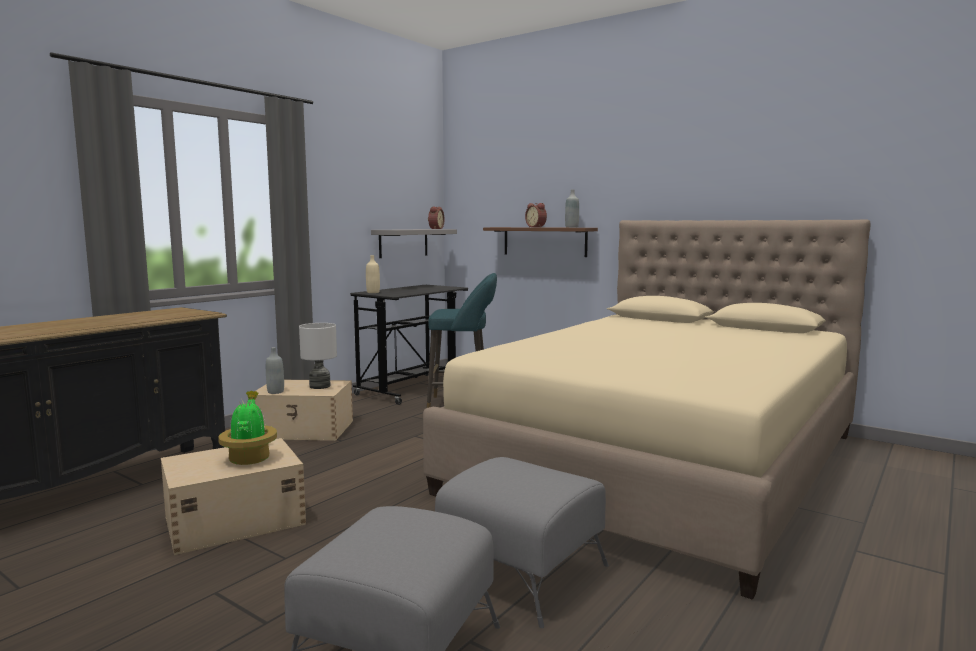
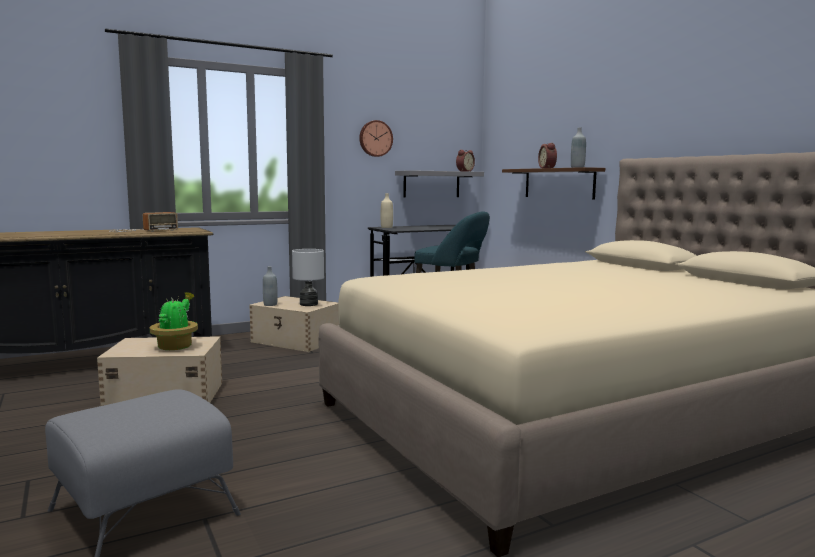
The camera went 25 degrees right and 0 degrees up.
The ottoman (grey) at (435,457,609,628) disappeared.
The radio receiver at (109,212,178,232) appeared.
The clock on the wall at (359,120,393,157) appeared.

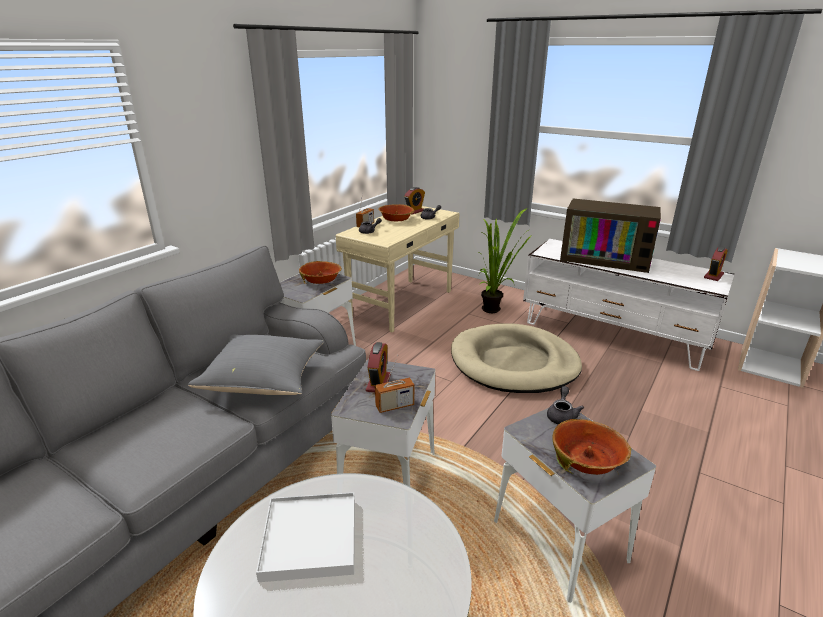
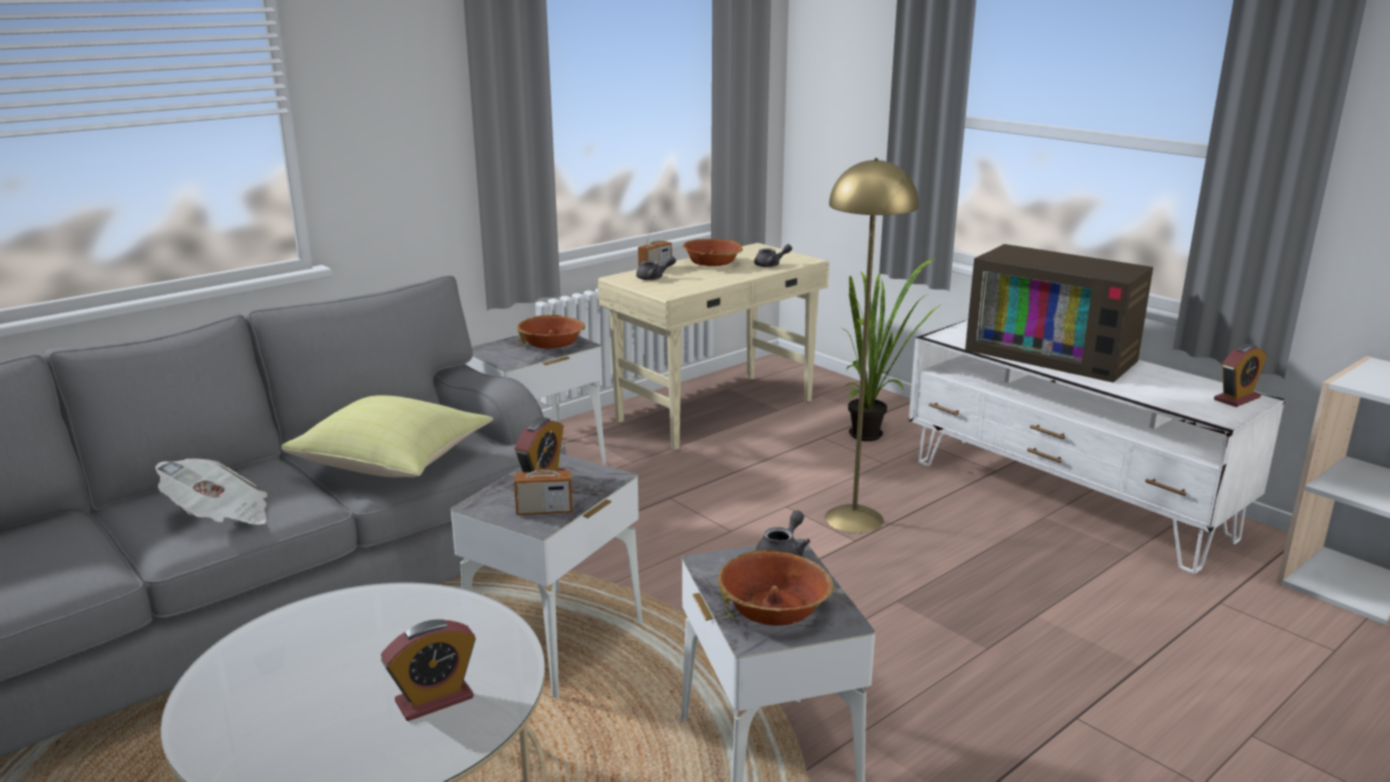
The camera went 15 degrees right and 5 degrees down.
The tray (white) at (256,492,355,582) disappeared.
The printed paper at (155,459,268,525) appeared.
The bedside clock moved from (404,187,425,214) to (381,619,476,721).
The dog bed (beige-coloured) at (451,324,582,393) was replaced by the standard lamp (yellow-coloured) at (825,158,919,533).
The pillow (grey) at (188,335,324,395) became the pillow (yellow-coloured) at (281,395,493,478).

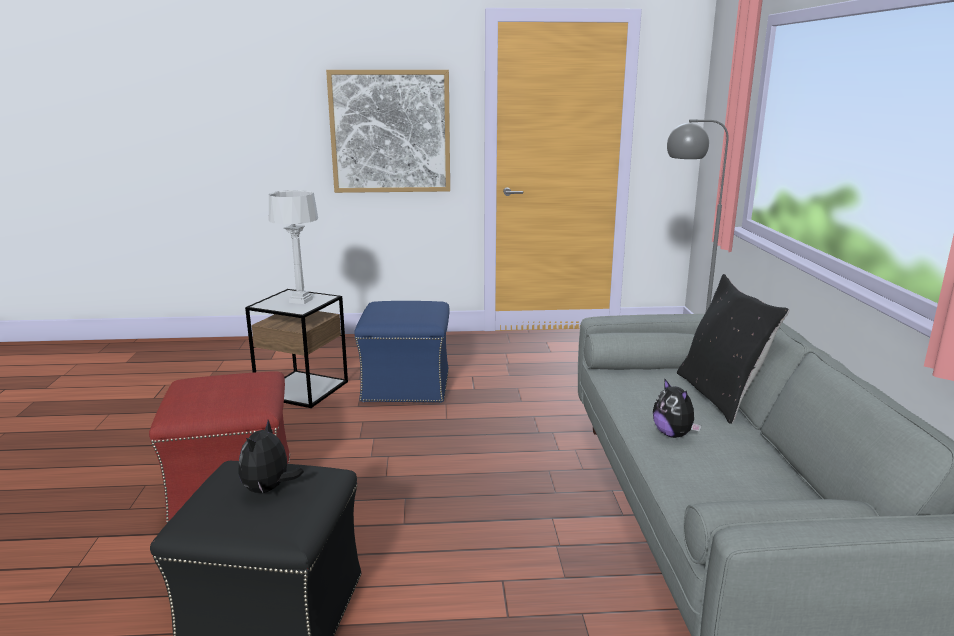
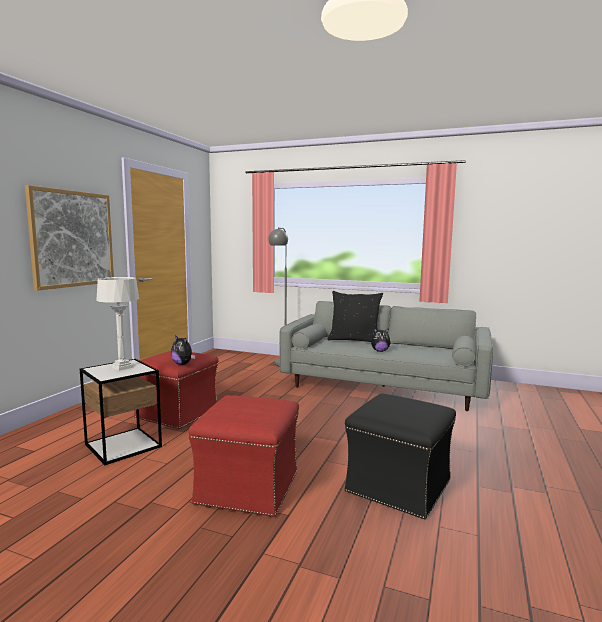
The camera went 65 degrees left and 10 degrees down.
The plush toy moved from (238,420,304,493) to (171,335,196,365).
The ottoman (blue-coloured) at (354,301,450,403) became the ottoman (red-coloured) at (134,351,218,430).

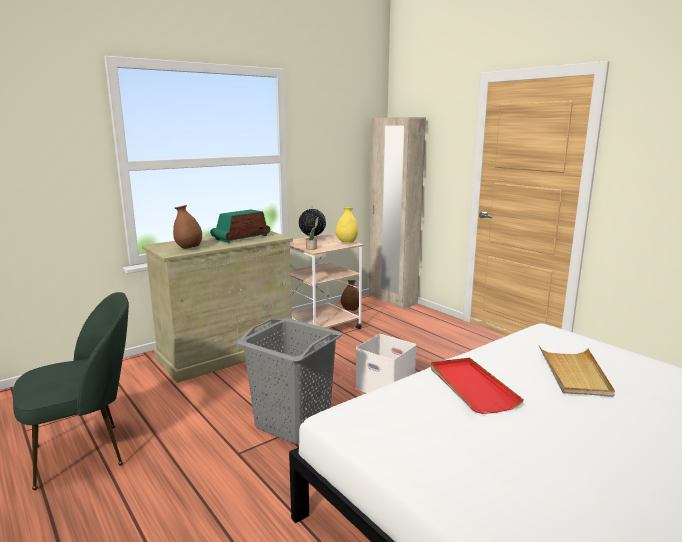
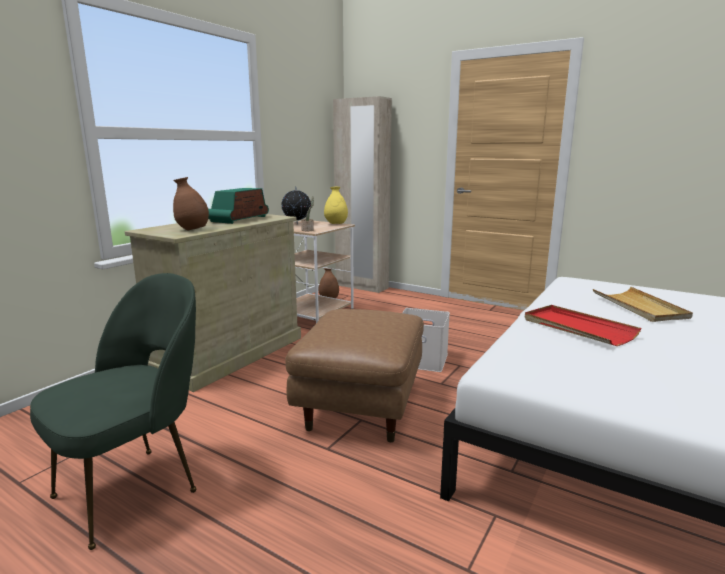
The camera went 20 degrees left and 0 degrees up.
The laundry basket (grey) at (236,318,342,444) was replaced by the ottoman (brown) at (285,309,424,443).

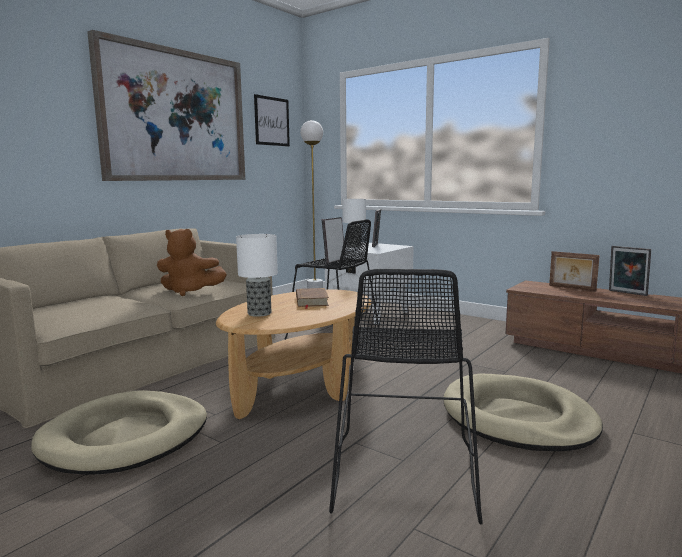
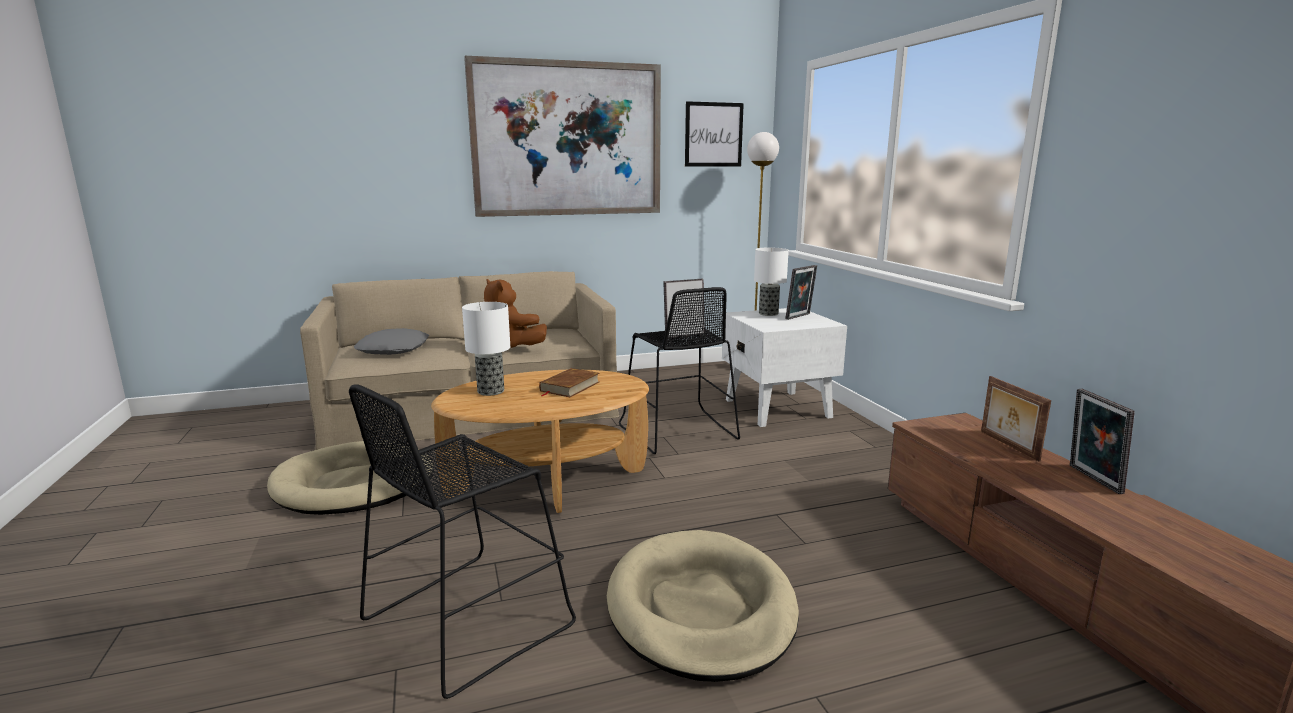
The camera went 35 degrees right and 5 degrees up.
The pillow (grey) at (354,328,429,355) appeared.

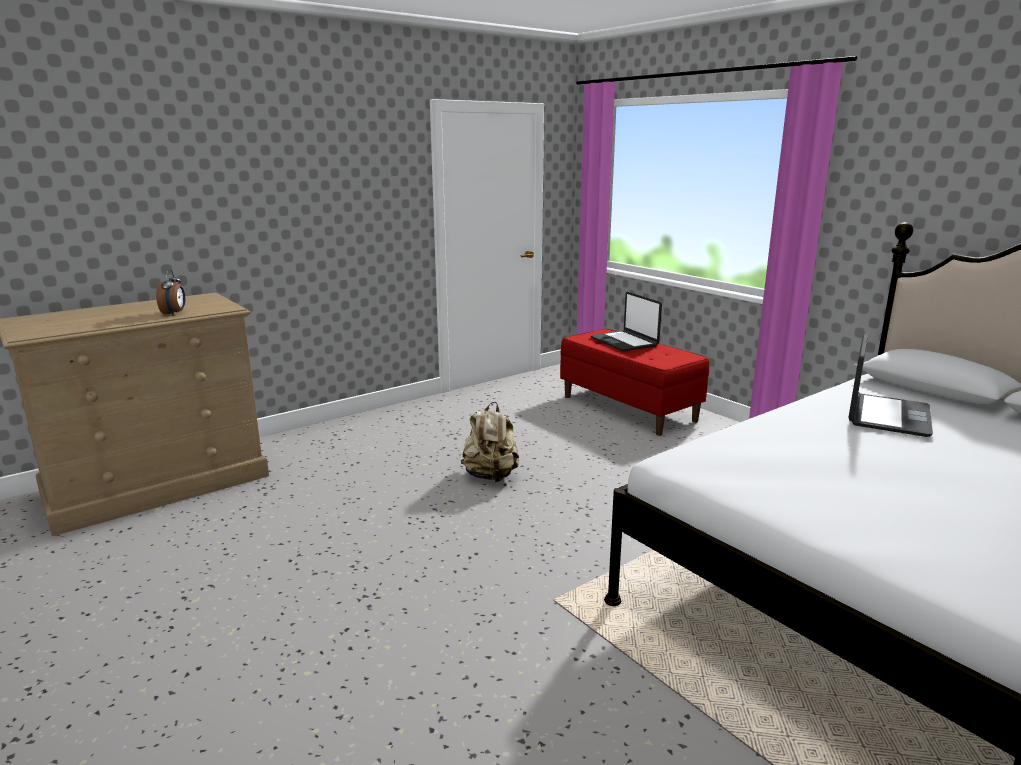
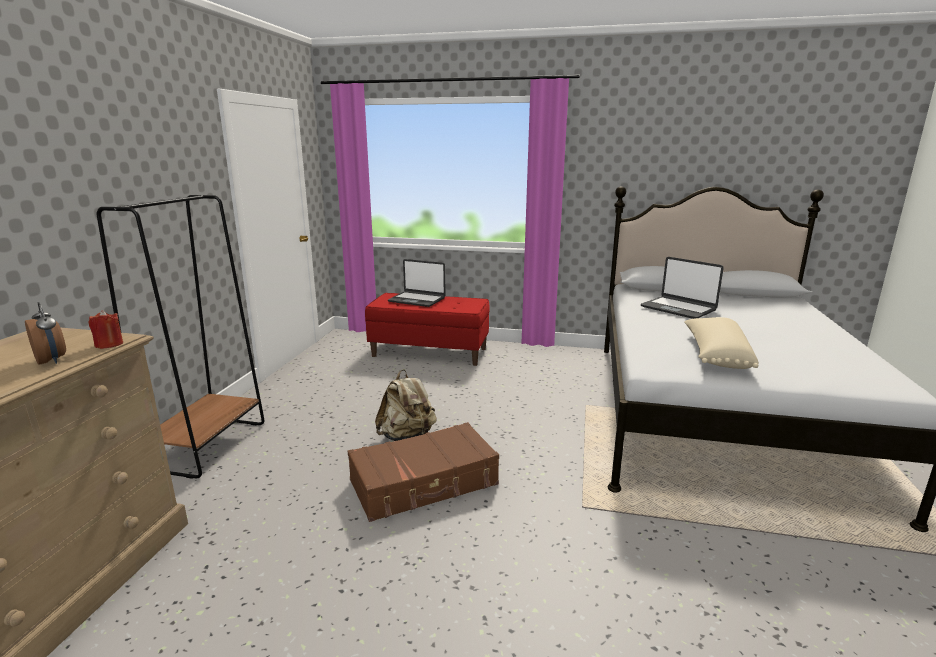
The camera went 40 degrees left and 0 degrees up.
The candle (red-coloured) at (88,310,123,349) appeared.
The clothes rack at (97,195,264,479) appeared.
The travel case (brown) at (348,422,499,522) appeared.
The pillow (beige-coloured) at (684,317,759,369) appeared.
The laptop at (848,334,933,437) turned 150 degrees clockwise.

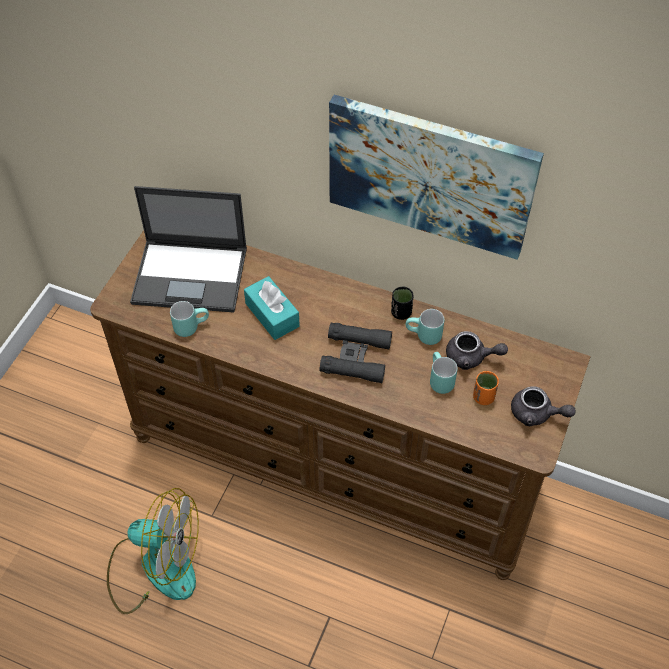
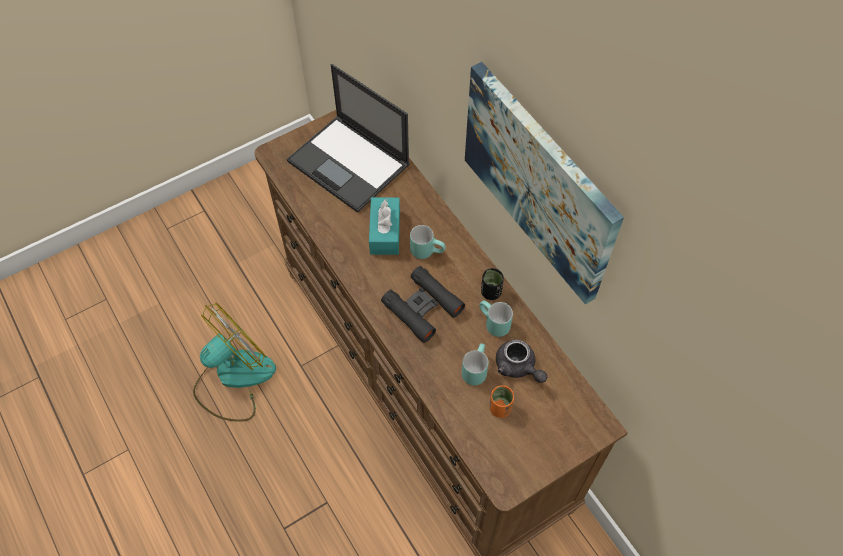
The camera went 35 degrees right and 5 degrees up.
The tea pot (grey) at (511,386,576,426) disappeared.
The tea mug (blue-green) moved from (170,301,209,337) to (410,225,446,259).
The cooling fan at (107,488,199,614) turned 90 degrees counterclockwise.

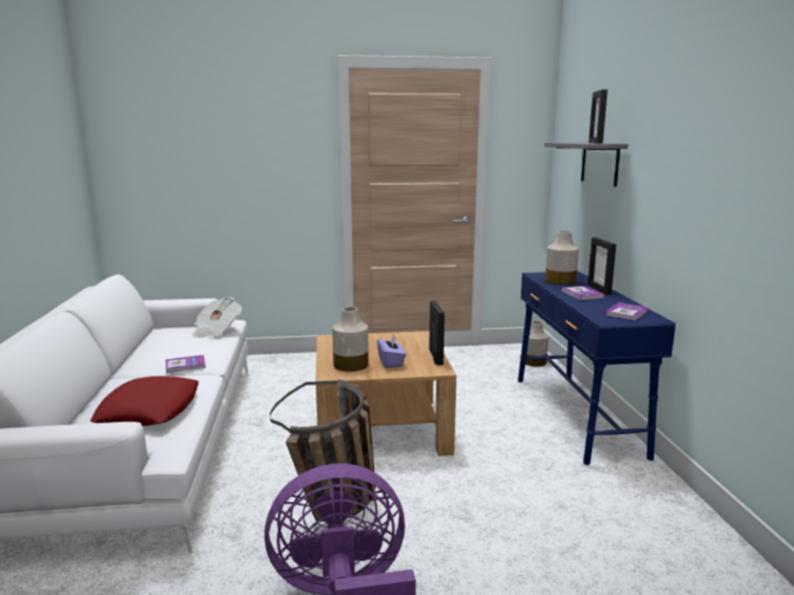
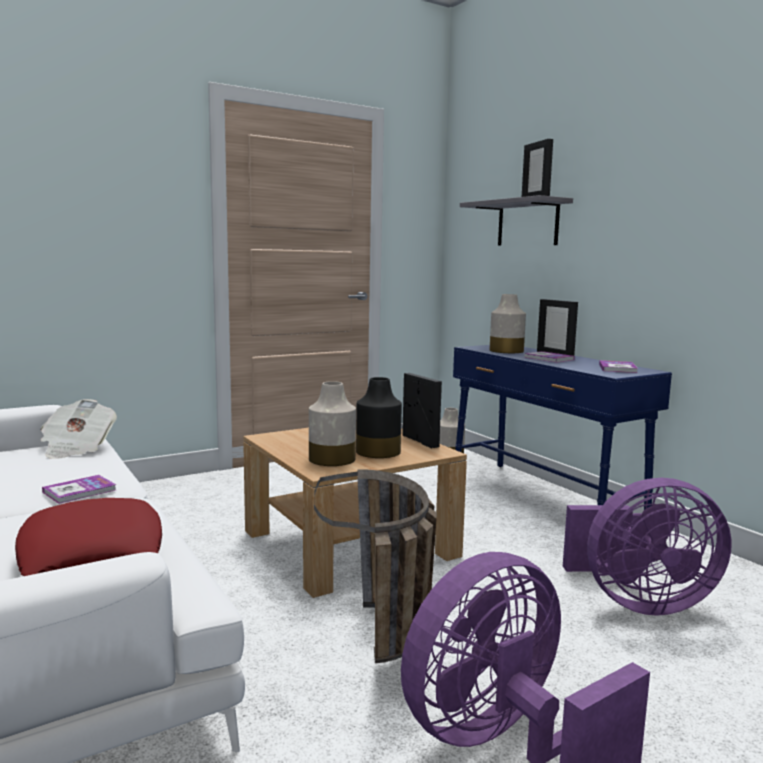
The camera went 25 degrees left and 5 degrees down.
The cooling fan (purple) at (563,478,732,616) appeared.
The tissue holder (purple) at (377,334,406,368) was replaced by the flower vase (blackish) at (356,377,402,458).

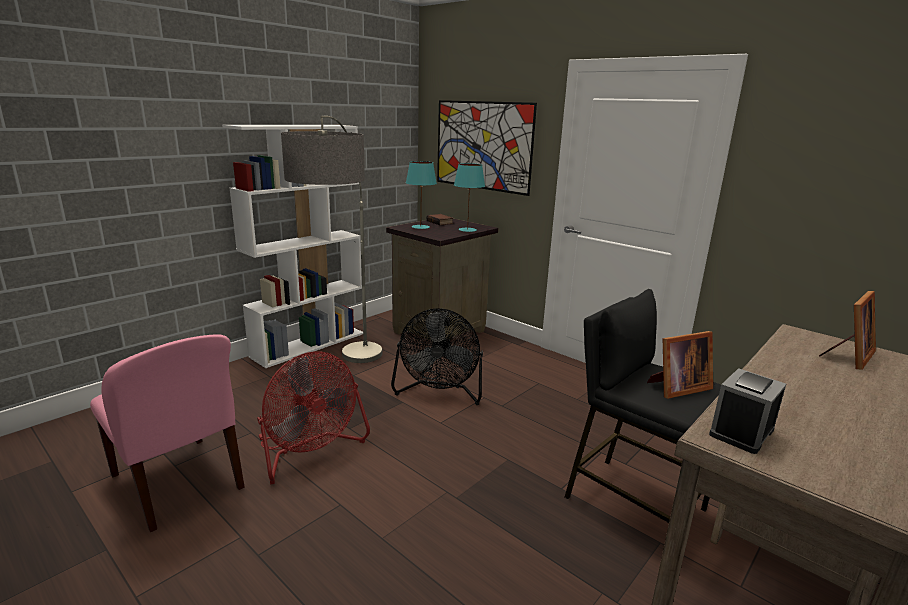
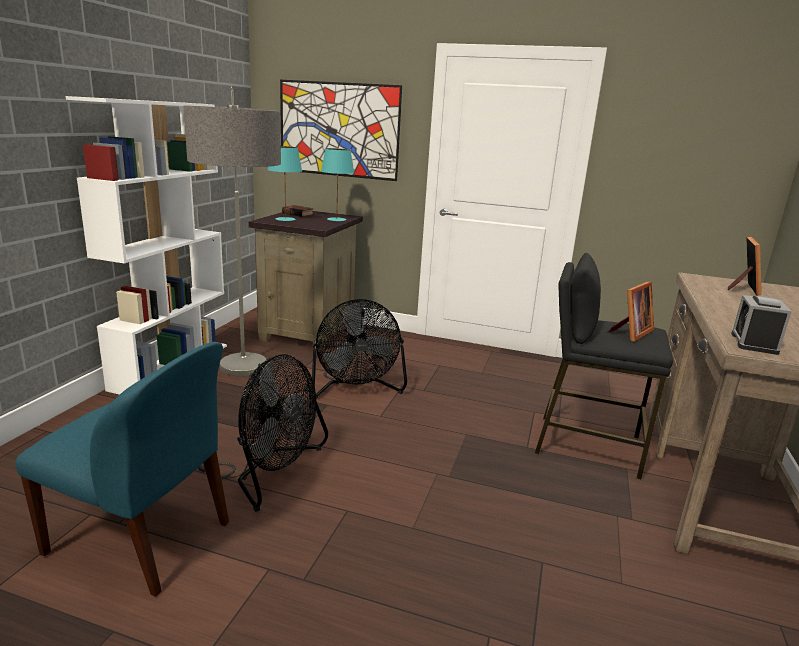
The camera went 25 degrees left and 0 degrees up.
The chair (pink-coloured) at (90,334,245,532) became the chair (blue-coloured) at (15,342,229,597).
The cooling fan (red-coloured) at (257,351,370,484) became the cooling fan (blackish) at (198,354,328,512).

